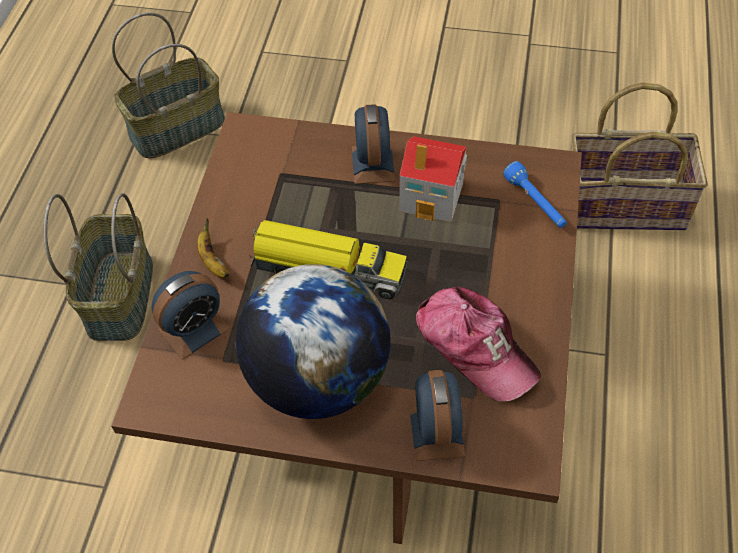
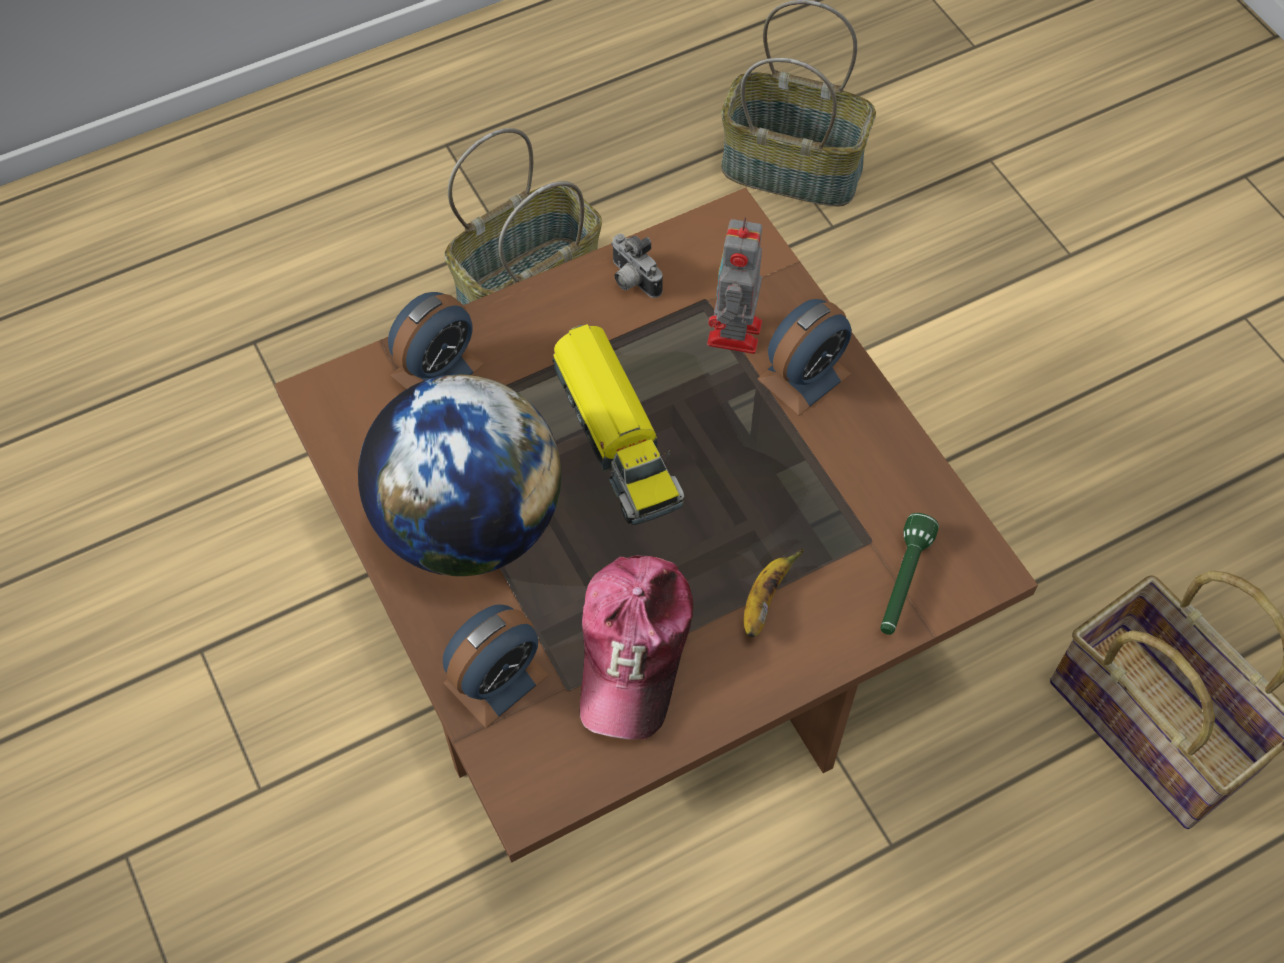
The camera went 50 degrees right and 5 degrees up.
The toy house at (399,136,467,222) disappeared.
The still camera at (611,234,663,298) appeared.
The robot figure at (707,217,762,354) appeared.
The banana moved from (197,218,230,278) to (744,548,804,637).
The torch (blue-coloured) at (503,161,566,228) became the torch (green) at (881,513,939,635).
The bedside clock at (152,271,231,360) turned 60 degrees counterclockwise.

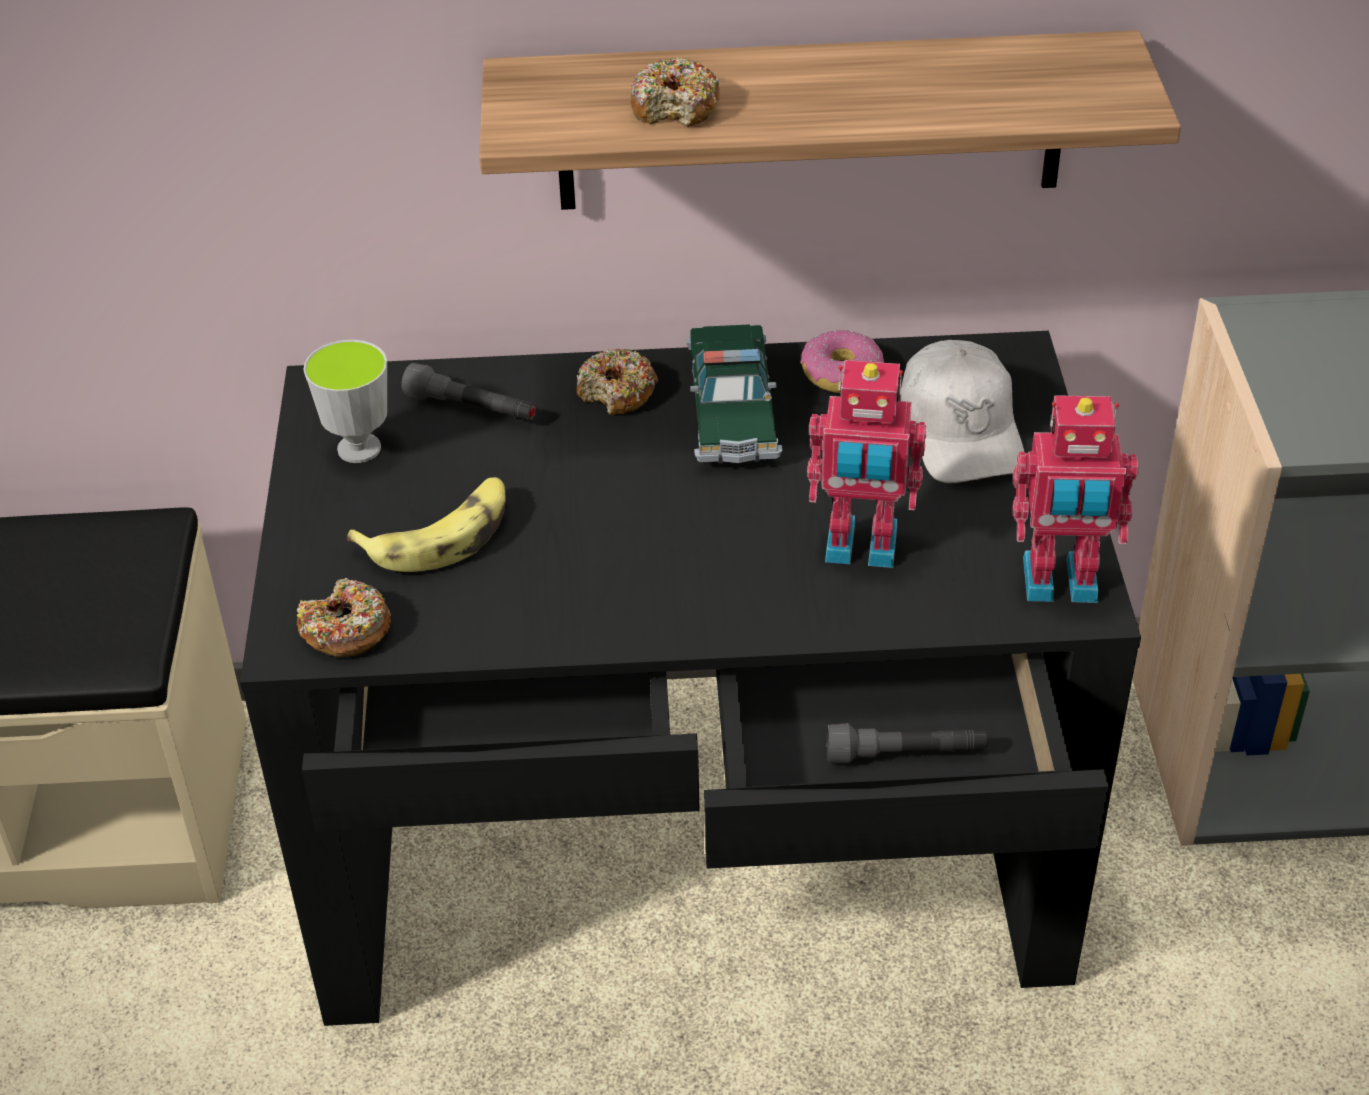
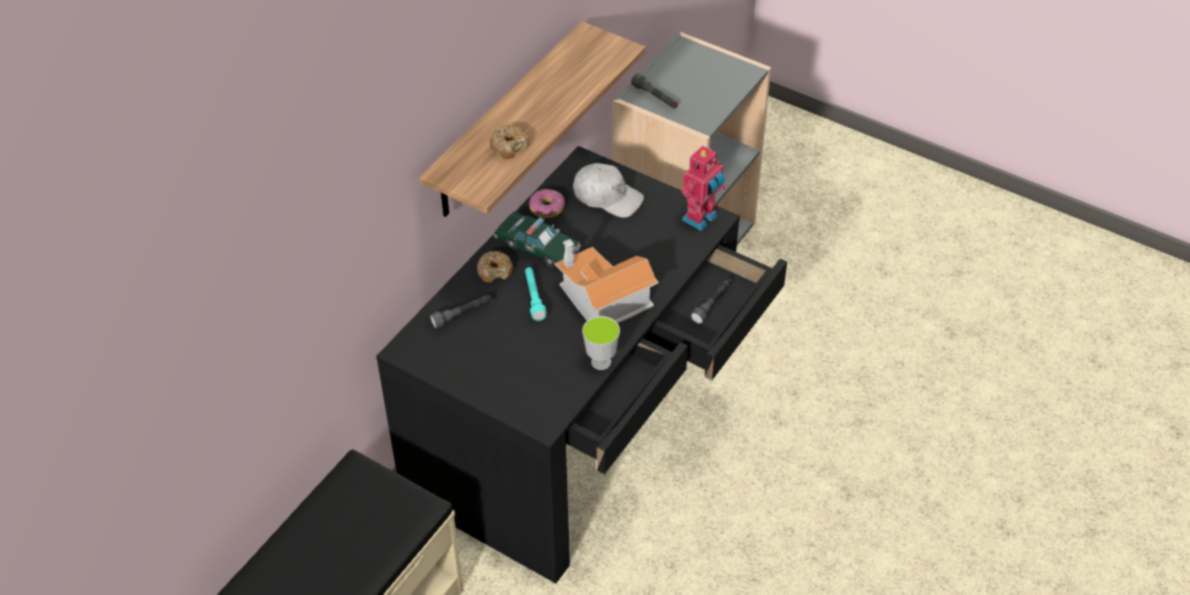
The camera went 55 degrees left and 5 degrees up.
The donut at (297,578,391,657) disappeared.
The banana at (347,477,506,572) disappeared.
The robot figure at (807,360,926,568) disappeared.
The torch (blue-green) at (525,267,547,321) appeared.
The toy house at (555,239,659,323) appeared.
The torch (grey) at (631,73,678,109) appeared.
The drinking cup moved from (303,340,387,463) to (582,316,620,370).

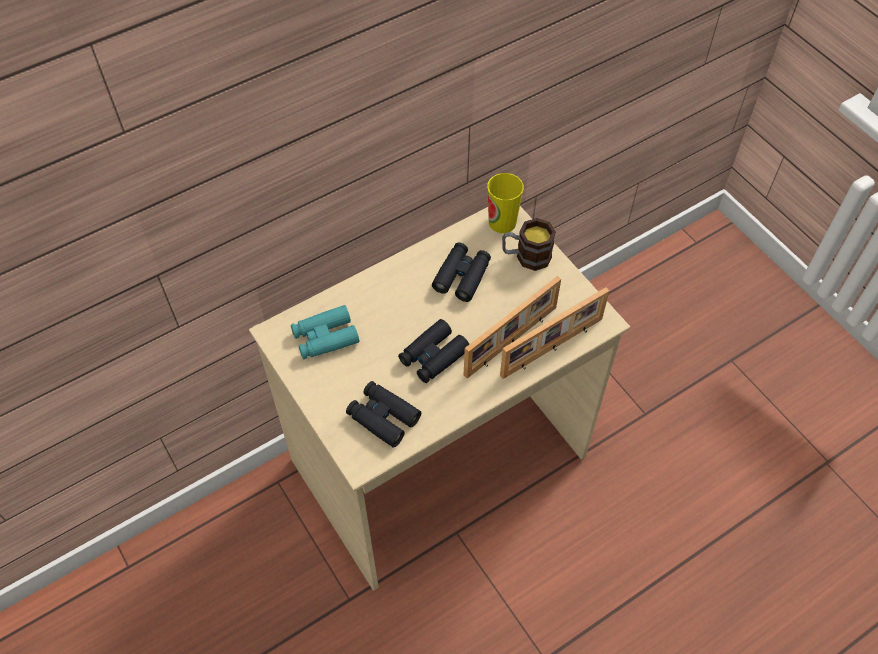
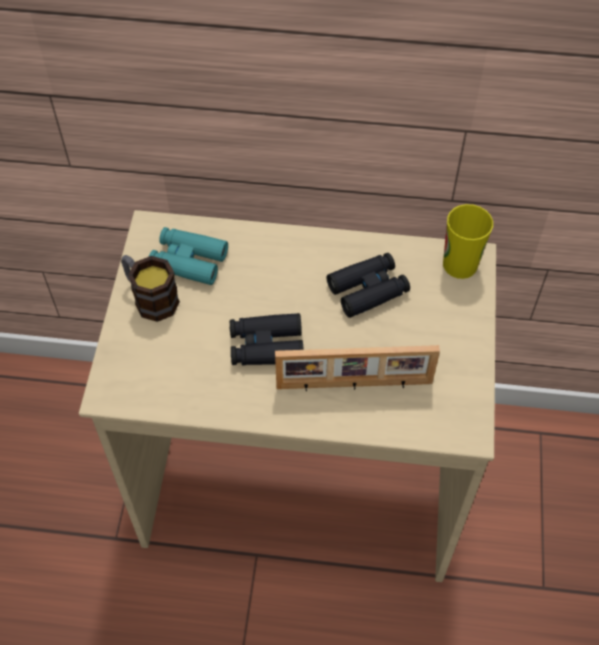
The camera went 40 degrees right and 0 degrees up.
The pair of binoculars (blackish) at (346,381,421,448) disappeared.
The standing frame at (500,287,609,379) disappeared.
The tea mug moved from (502,218,556,271) to (121,255,180,322).

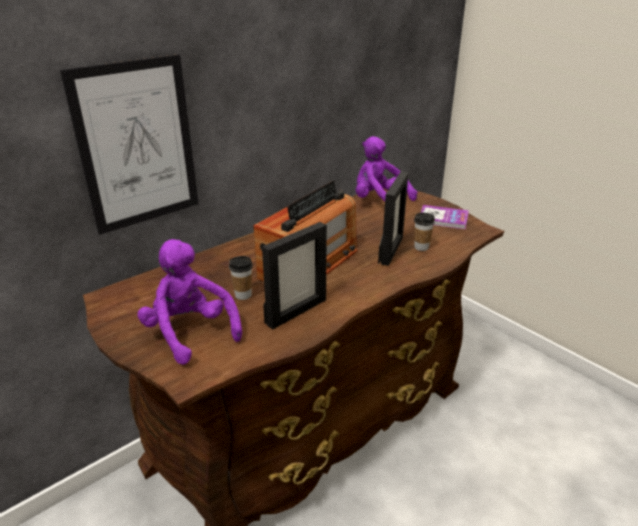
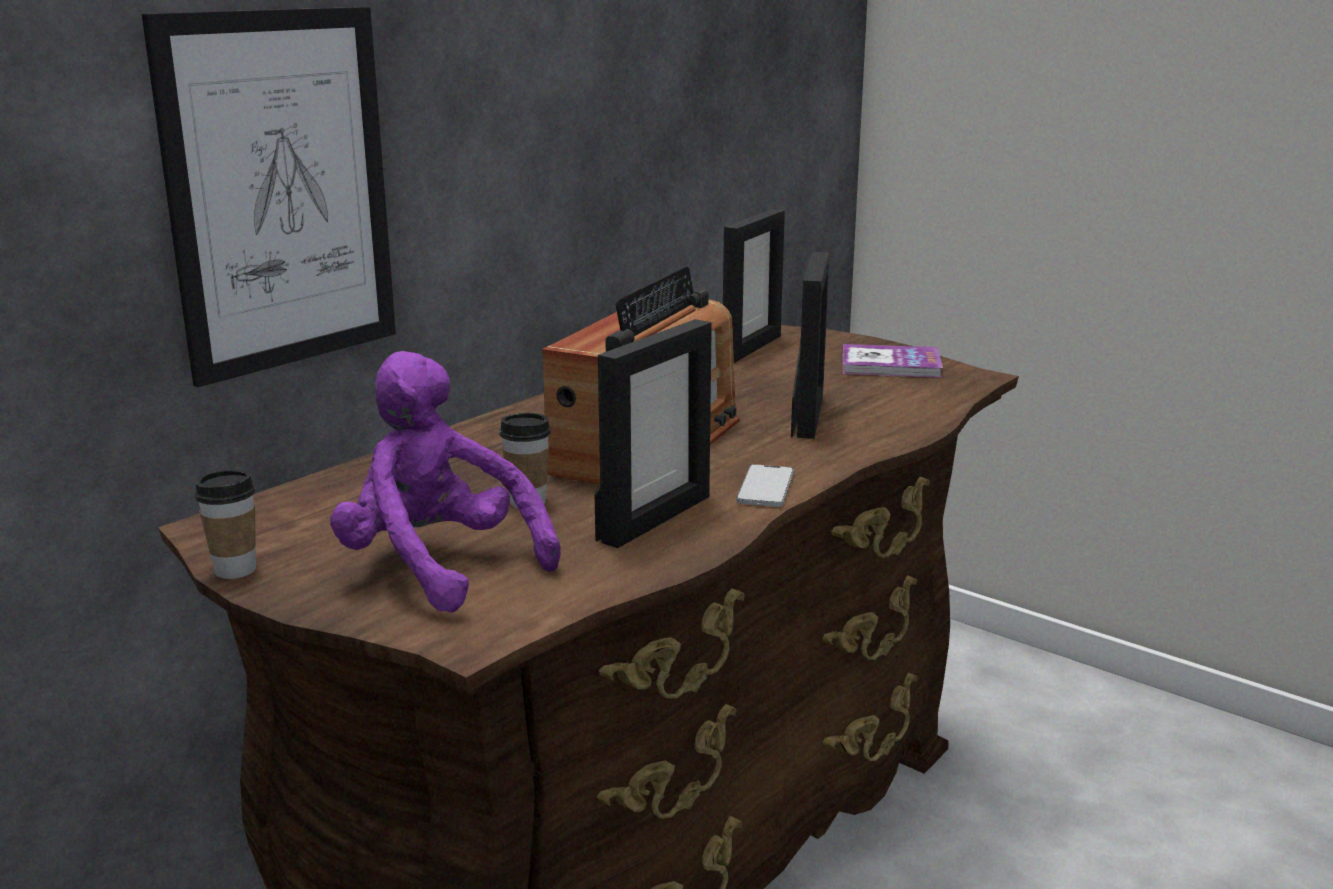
The camera went 10 degrees left and 10 degrees down.
The phone at (737,464,794,507) appeared.
The drinking cup moved from (414,213,435,251) to (195,470,256,579).
The plush toy (purple) at (356,136,417,202) was replaced by the standing frame at (723,209,785,363).

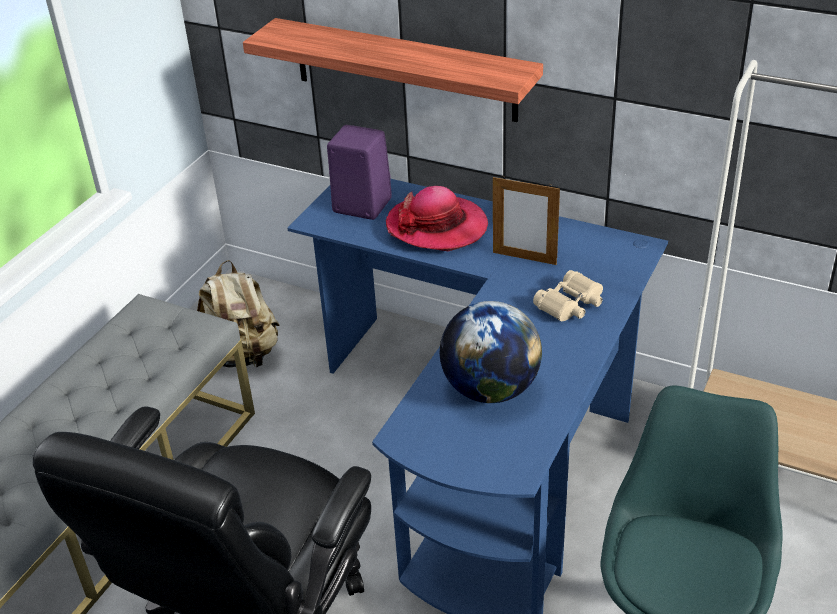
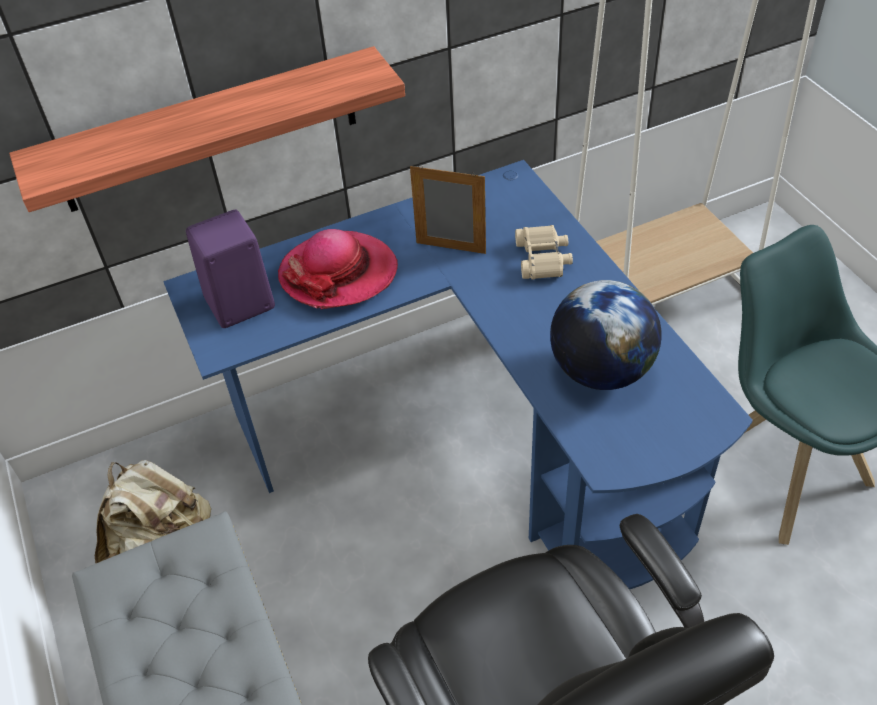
The camera went 50 degrees left and 10 degrees up.
The standing frame at (493,176,560,265) turned 135 degrees counterclockwise.

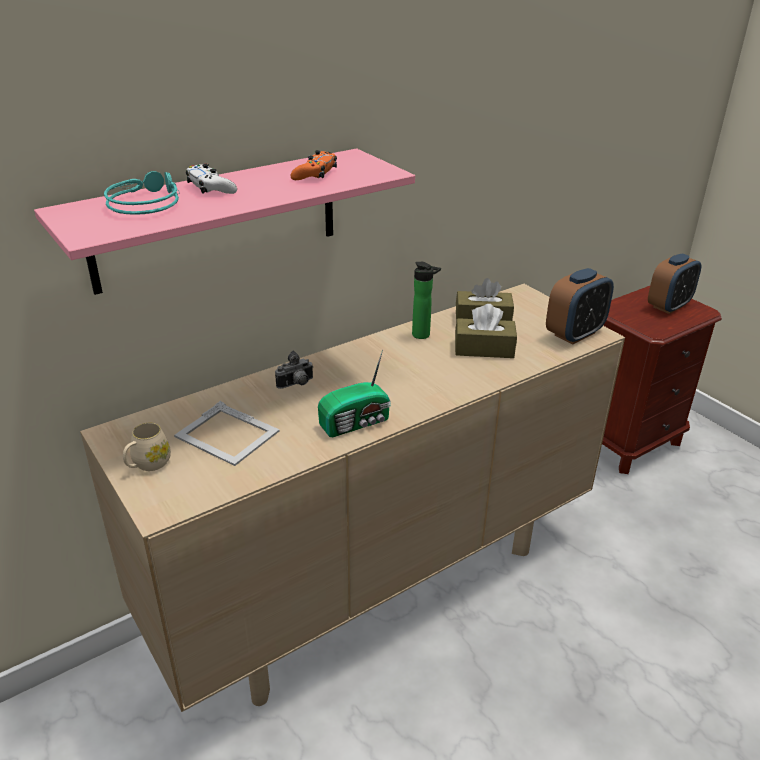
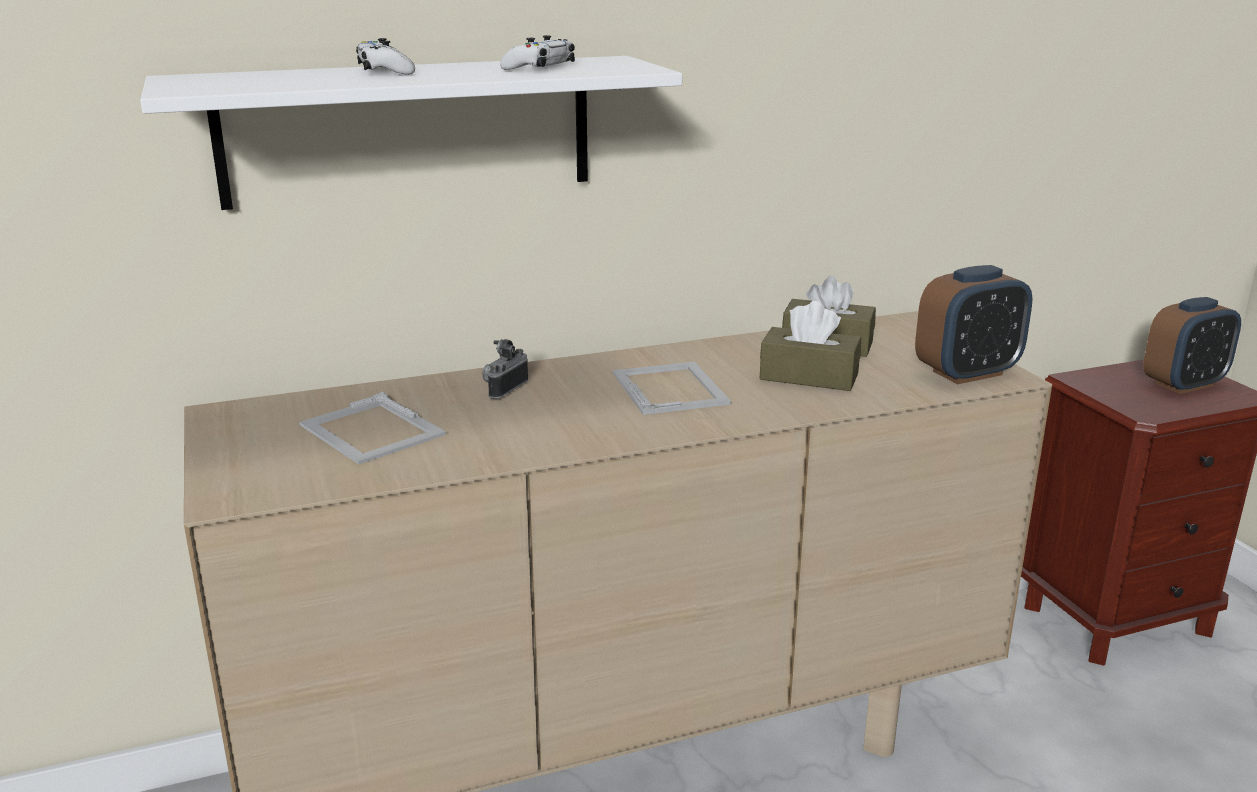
The camera went 15 degrees right and 10 degrees down.
The headphones (blue-green) at (104,171,180,215) disappeared.
The tea mug (beige-coloured) at (123,423,171,471) disappeared.
The radio receiver at (318,349,391,437) disappeared.
The drink bottle at (412,262,441,339) disappeared.
The standing frame at (613,362,731,415) appeared.
The shelf (pink-coloured) at (34,149,415,295) became the shelf (white) at (140,56,682,210).
The game controller (orangey) at (291,150,337,180) became the game controller (white) at (500,35,575,70).
The still camera at (275,351,313,389) turned 135 degrees clockwise.

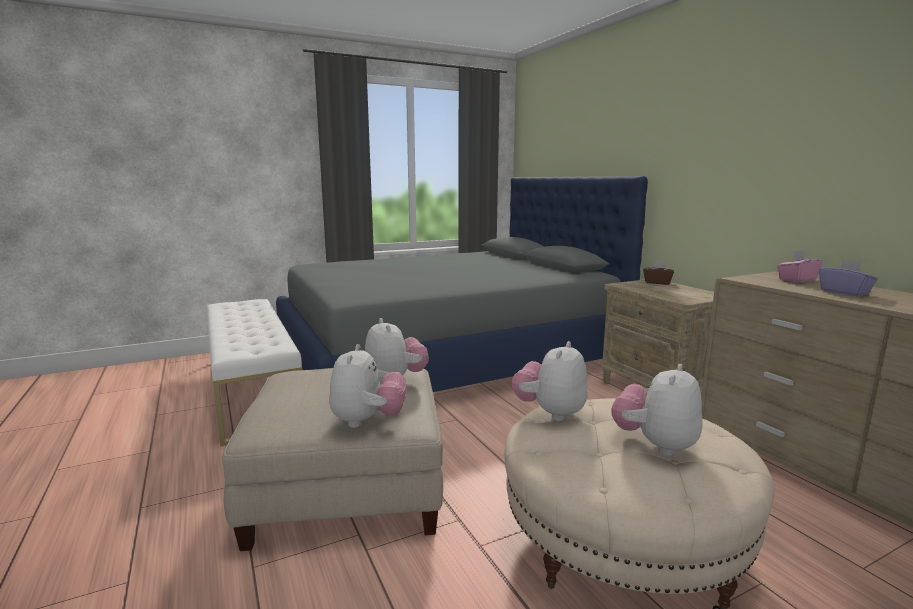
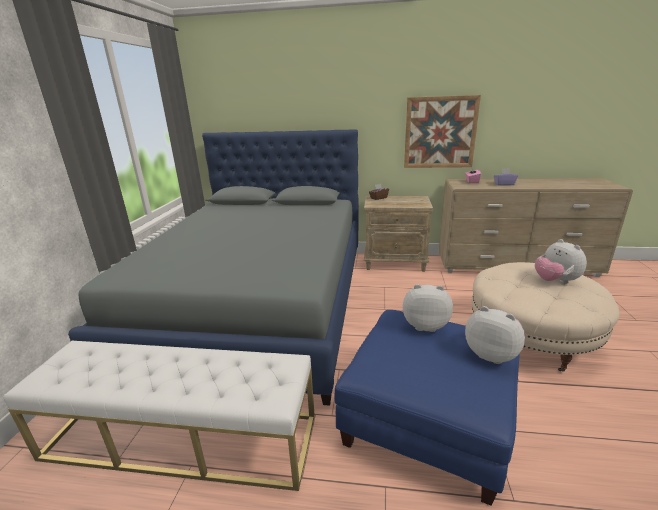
The camera went 55 degrees left and 10 degrees up.
The plush toy at (512,341,588,421) disappeared.
The picture at (404,95,481,168) appeared.
The ottoman (beige-coloured) at (222,368,443,551) became the ottoman (blue-coloured) at (335,310,520,506).

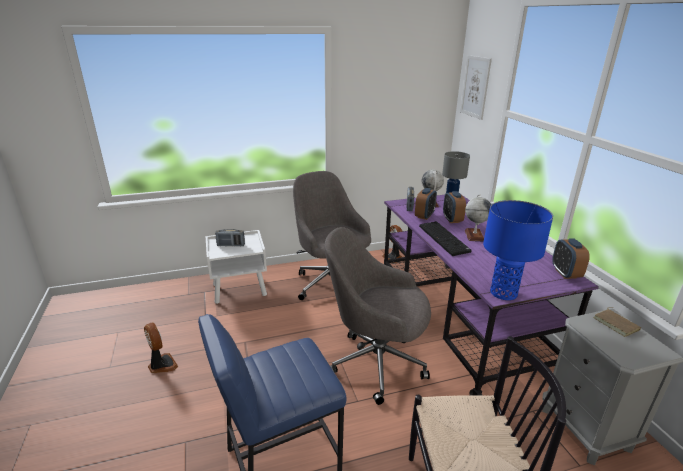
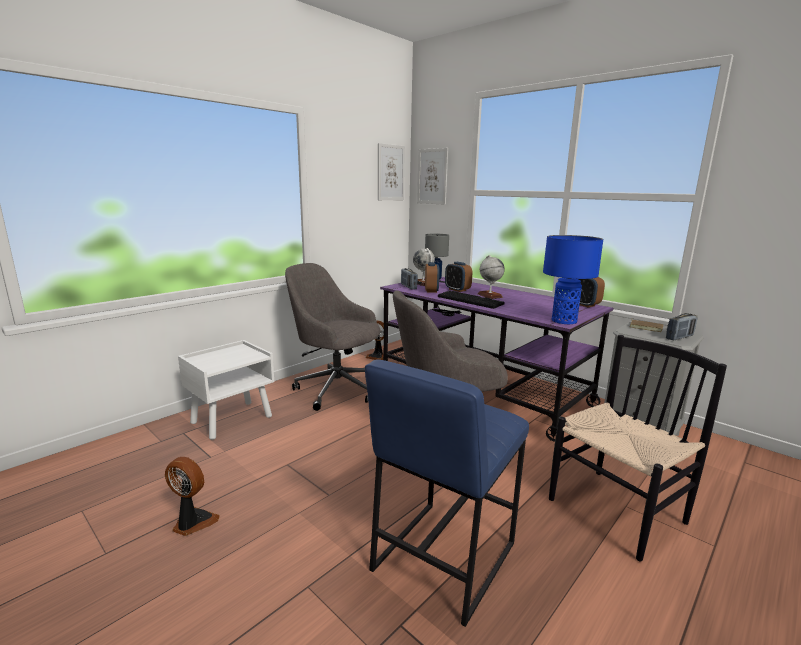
The camera went 30 degrees left and 10 degrees down.
The picture at (378,143,405,200) appeared.
The radio receiver moved from (215,229,245,246) to (666,313,698,340).

